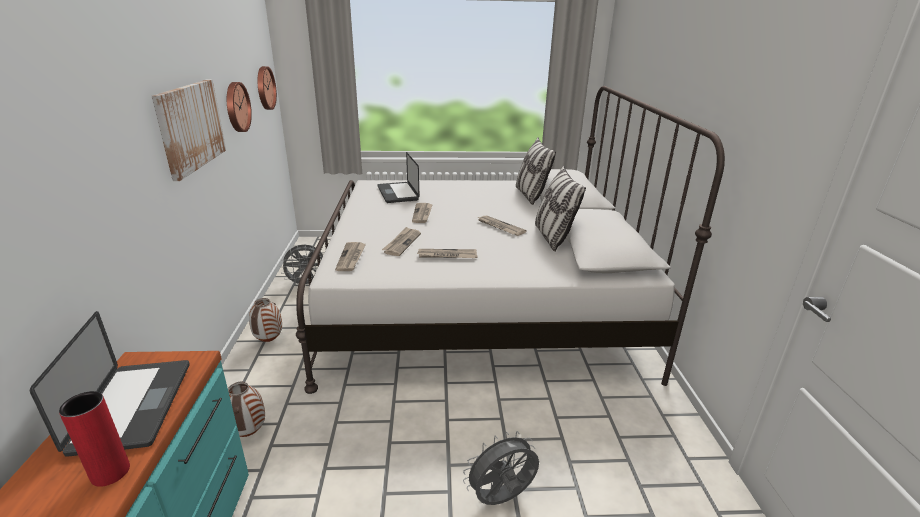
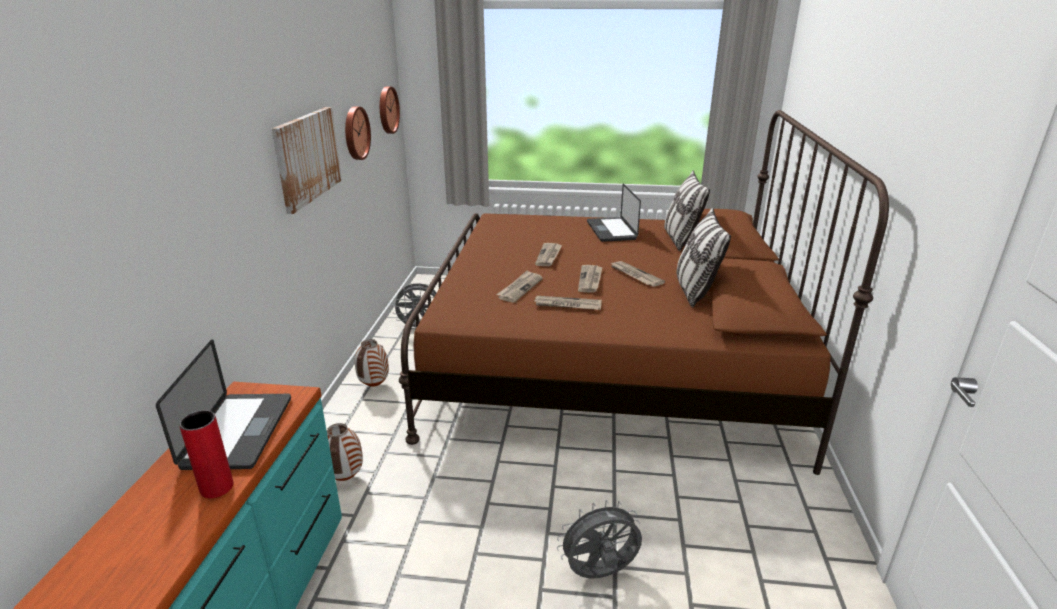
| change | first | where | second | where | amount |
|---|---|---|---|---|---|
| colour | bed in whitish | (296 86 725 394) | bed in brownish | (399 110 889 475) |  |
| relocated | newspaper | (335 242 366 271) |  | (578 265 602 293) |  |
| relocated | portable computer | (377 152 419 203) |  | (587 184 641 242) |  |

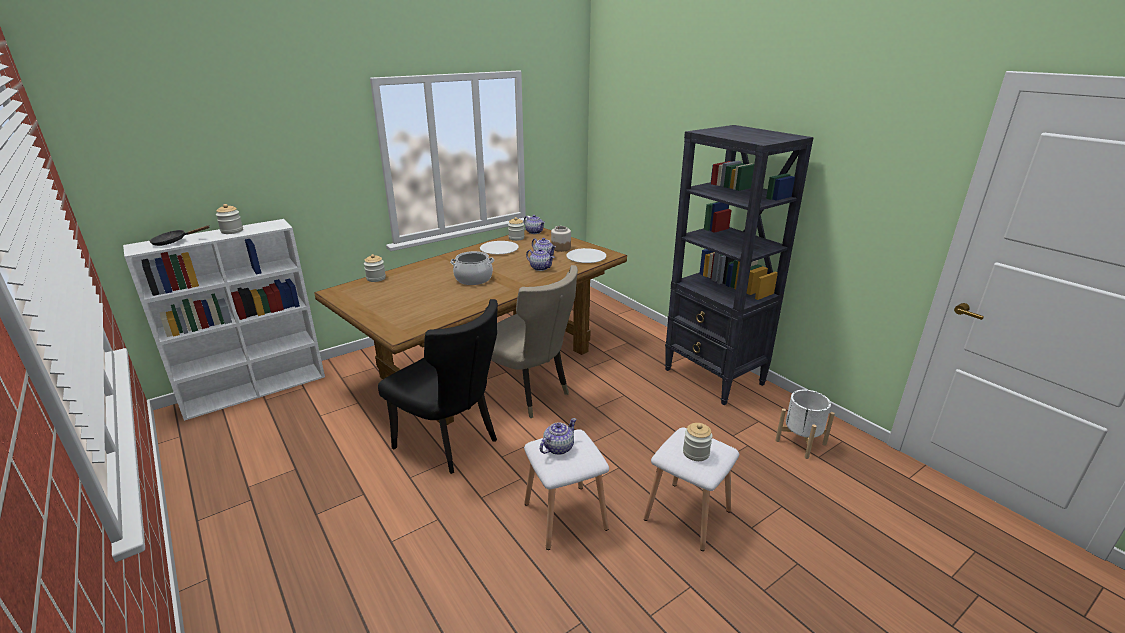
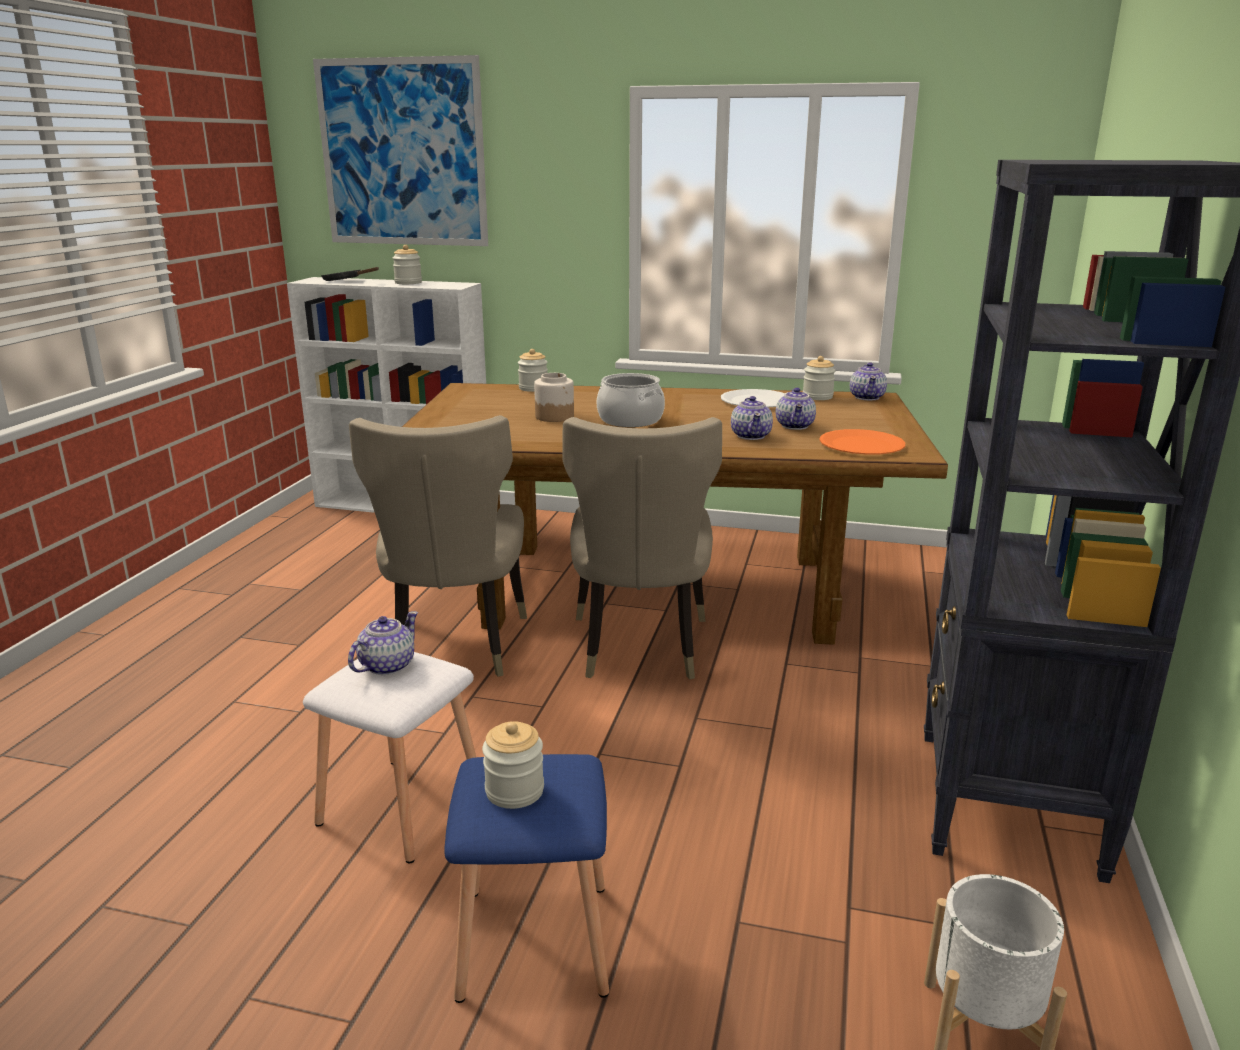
| change | first | where | second | where | amount |
|---|---|---|---|---|---|
| appeared |  |  | wall art | (313 55 488 246) |  |
| spun | pot for tea | (540 418 576 455) |  | (348 611 418 675) | 60 degrees counterclockwise |
| colour | chair in black-coloured | (378 299 498 474) | chair in beige | (349 415 527 677) |  |
| colour | sitting stool in whitish | (644 428 739 551) | sitting stool in blue-coloured | (444 754 609 1003) |  |
| relocated | jar | (551 226 571 252) |  | (534 373 574 422) |  |
| colour | dinner plate in whitish | (566 248 606 263) | dinner plate in orange | (819 429 905 455) |  |

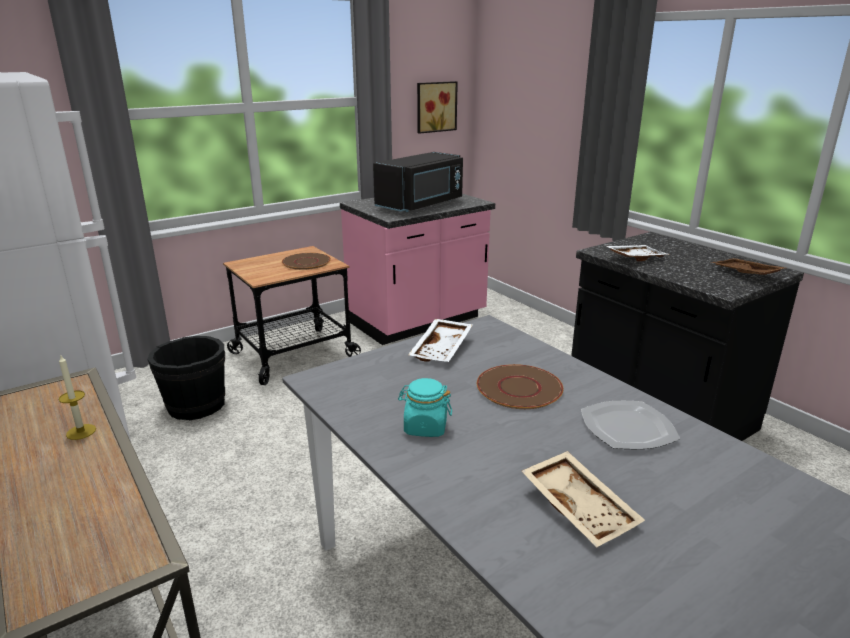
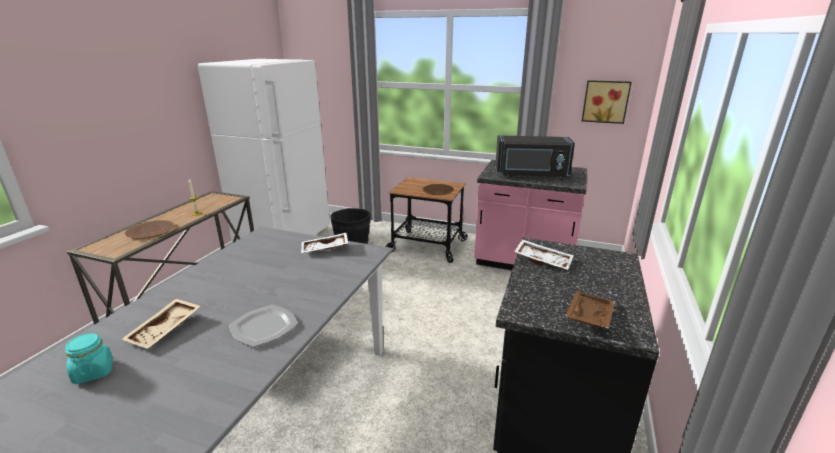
| change | first | where | second | where | amount |
|---|---|---|---|---|---|
| relocated | jar in turquoise-coloured | (398 378 452 437) |  | (65 333 113 384) |  |
| relocated | dinner plate in brownish | (477 364 563 409) |  | (124 220 174 239) |  |

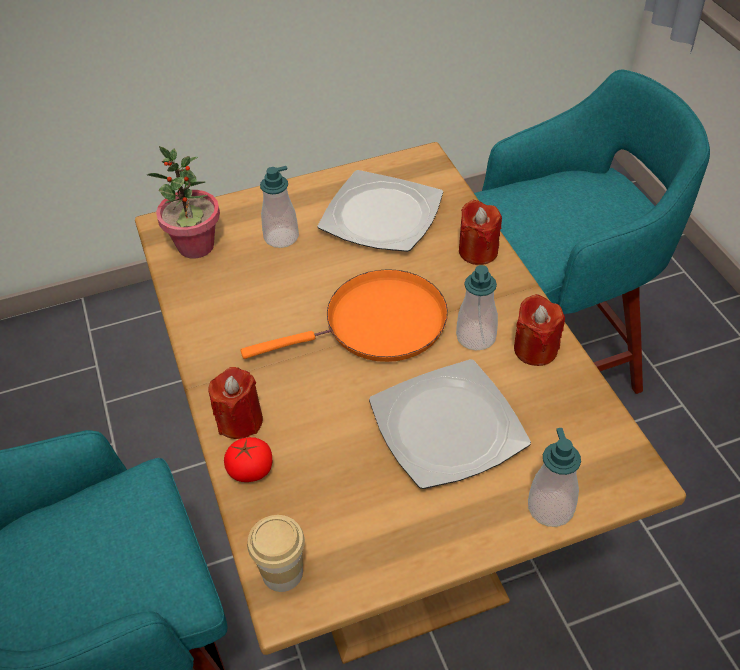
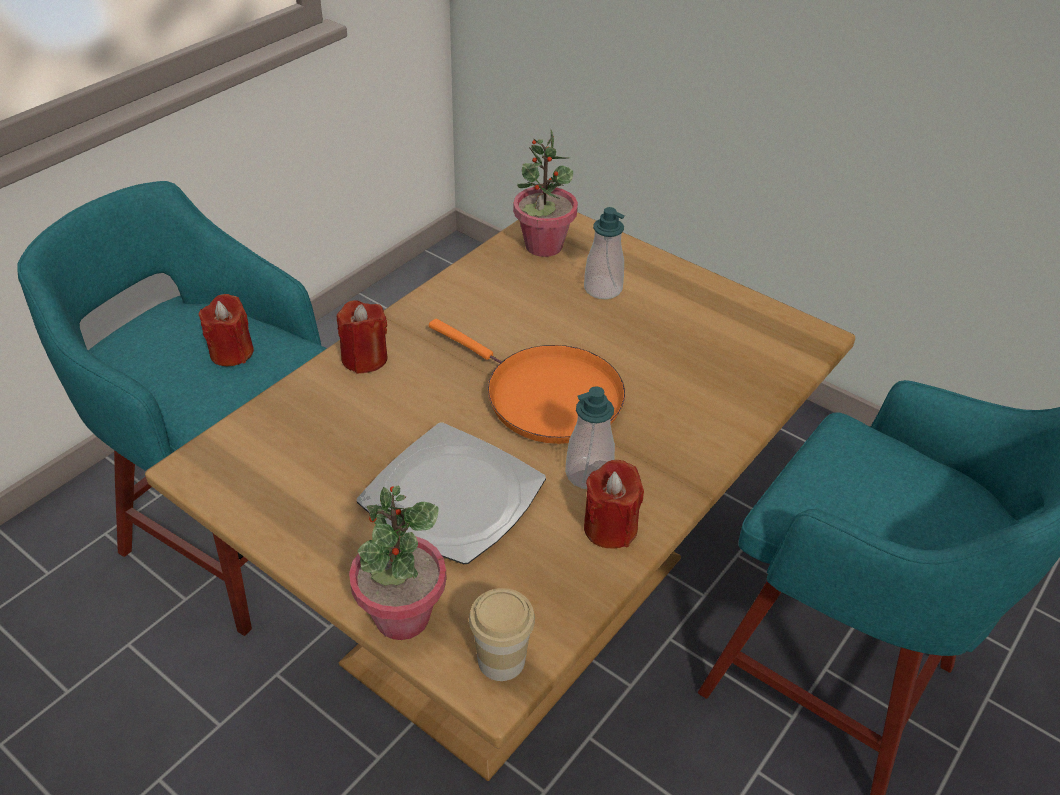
| change | first | where | second | where | amount |
|---|---|---|---|---|---|
| relocated | candle in red-coloured | (459 200 502 265) |  | (199 294 254 366) |  |
| exchanged | soap dispenser | (528 428 581 527) | potted plant | (349 486 447 640) |  |
| relocated | drinking cup | (247 515 305 592) |  | (469 588 535 681) |  |
| missing | whole tomato | (224 437 272 482) |  |  |  |
| missing | dinner plate | (318 170 443 252) |  |  |  |

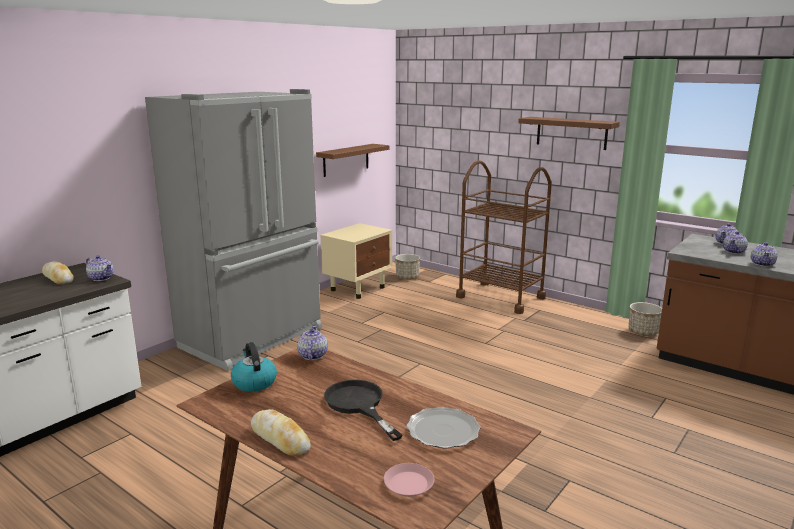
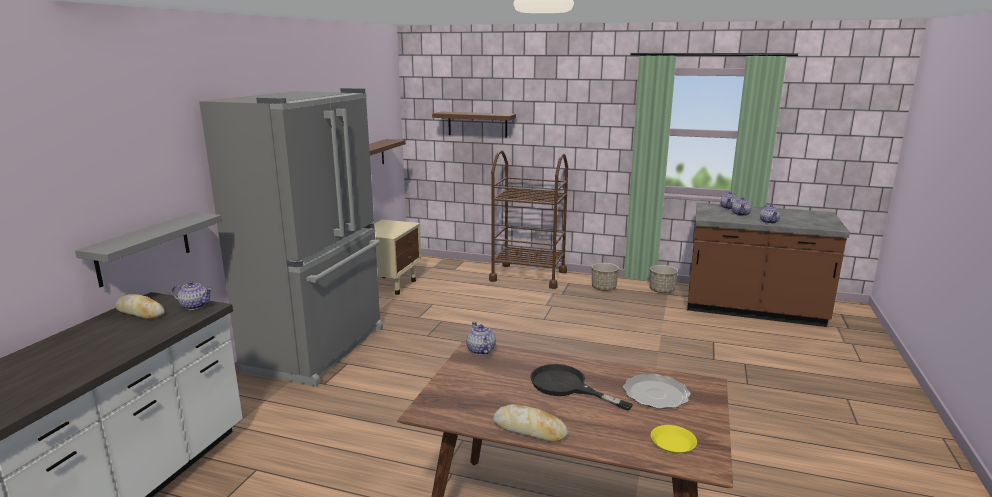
| change | first | where | second | where | amount |
|---|---|---|---|---|---|
| appeared |  |  | wall shelf in gray | (75 212 222 287) |  |
| relocated | wall shelf in brownish | (518 117 620 150) |  | (432 111 516 138) |  |
| relocated | plant pot | (395 254 420 280) |  | (592 263 619 291) |  |
| colour | dinner plate in pink-coloured | (384 463 434 497) | dinner plate in yellow | (651 425 697 454) |  |
| missing | kettle | (231 342 277 392) |  |  |  |

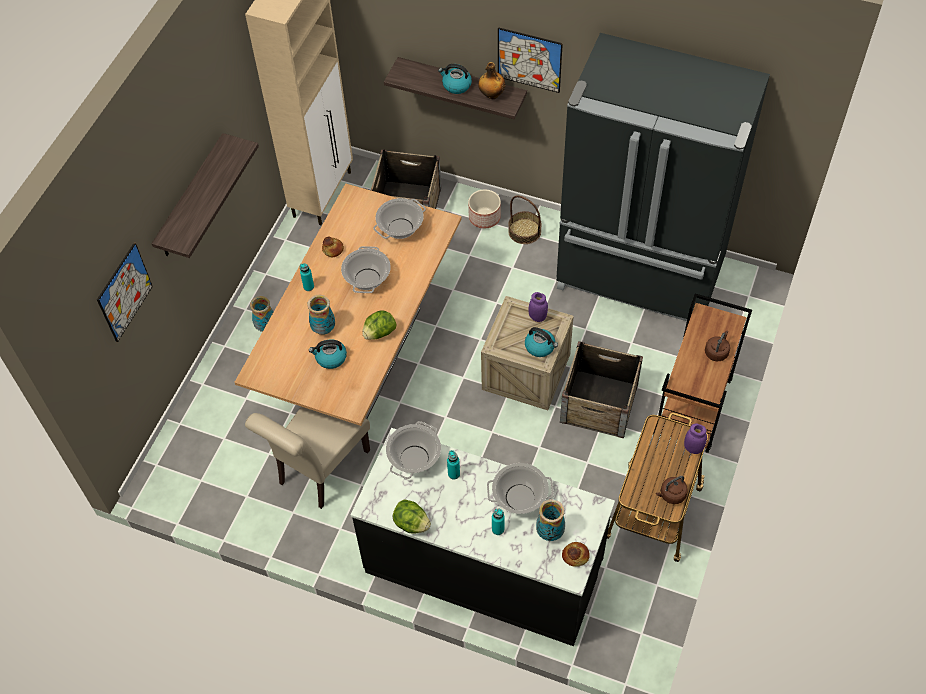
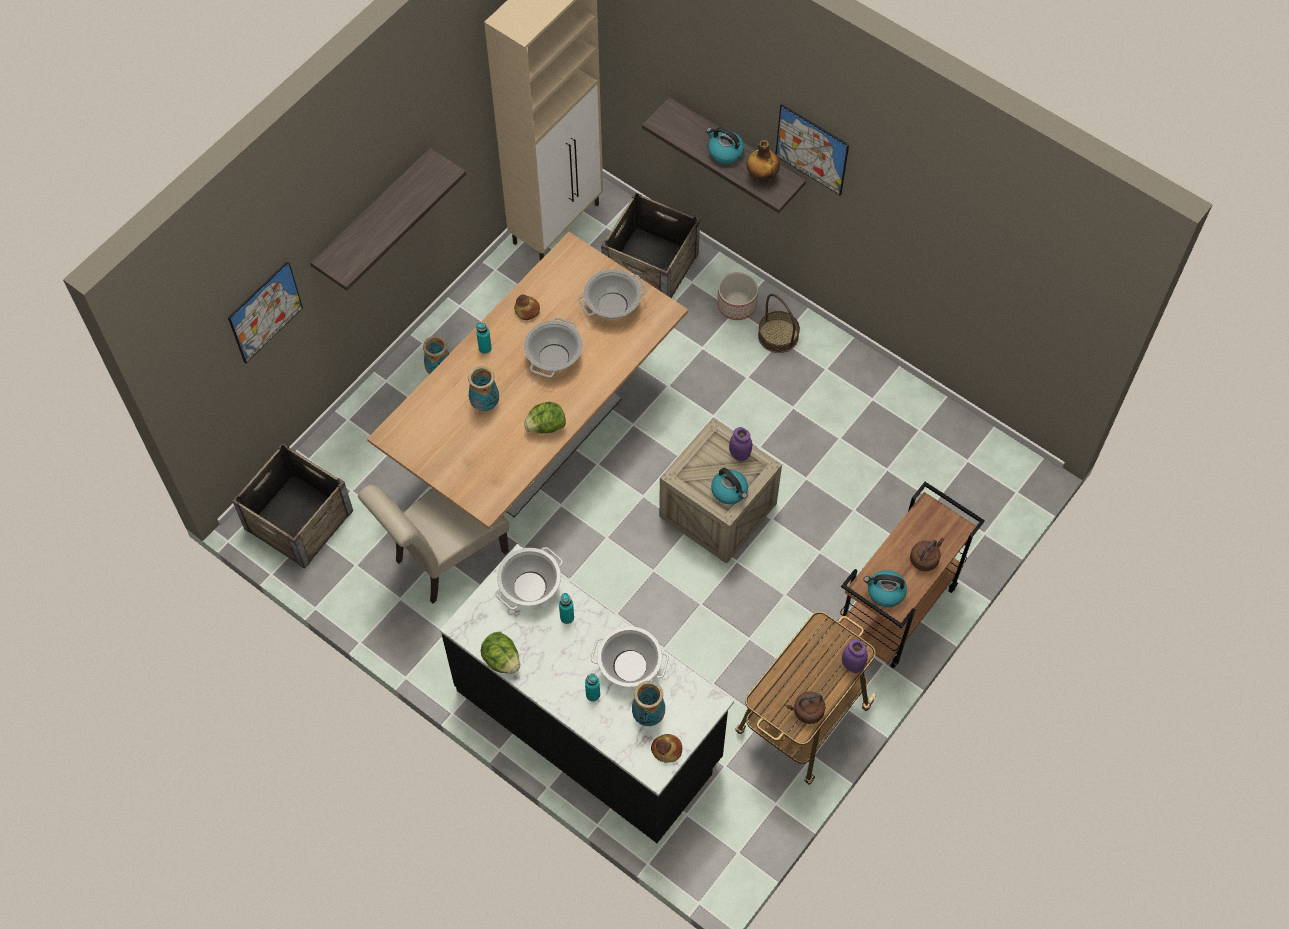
| change | first | where | second | where | amount |
|---|---|---|---|---|---|
| relocated | packing crate | (560 341 643 438) |  | (232 443 353 568) |  |
| relocated | kettle | (309 339 347 369) |  | (864 570 907 607) |  |
| missing | kitchen fridge in black-coloured | (556 33 770 321) |  |  |  |

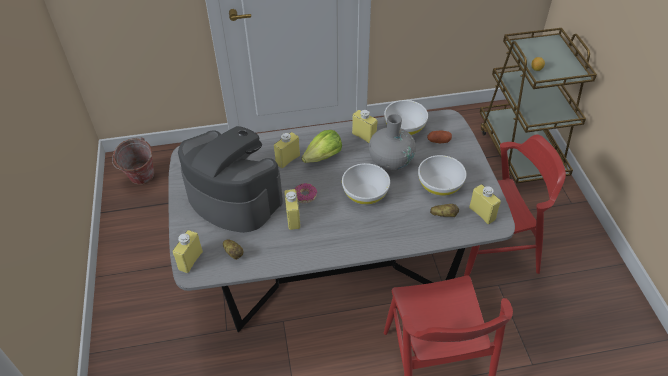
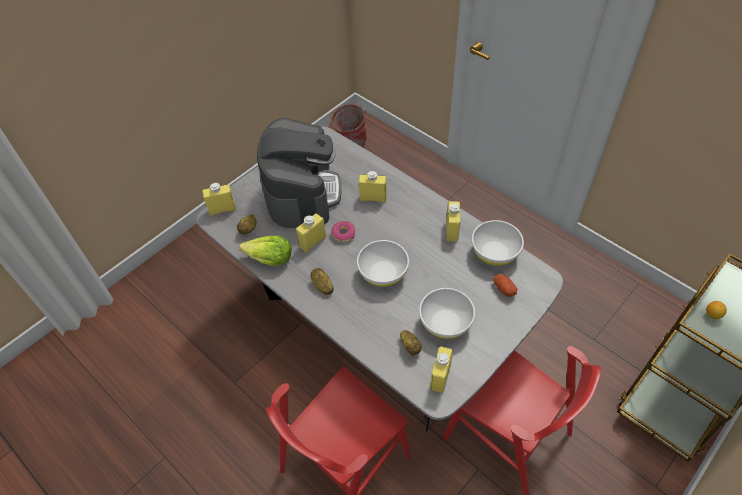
| change | first | where | second | where | amount |
|---|---|---|---|---|---|
| relocated | head of lettuce | (301 130 342 163) |  | (239 236 292 266) |  |
| appeared |  |  | potato | (310 268 334 295) |  |
| missing | flower vase in gray | (369 114 416 171) |  |  |  |

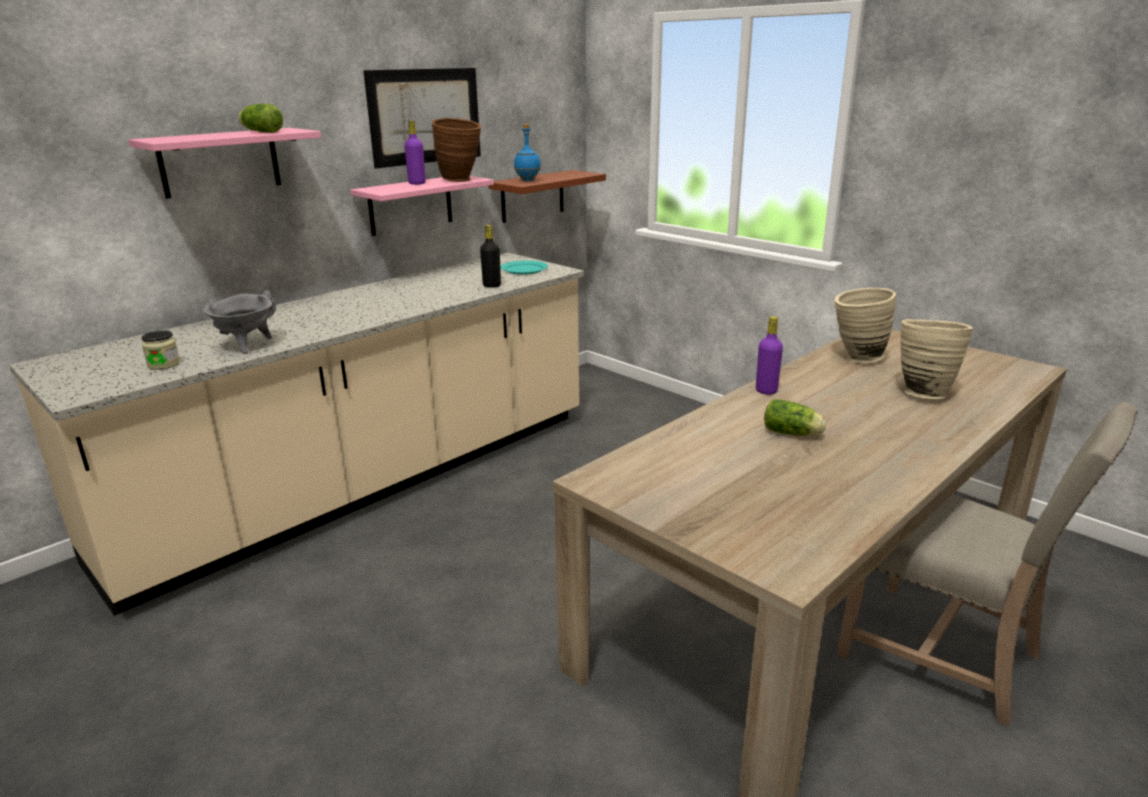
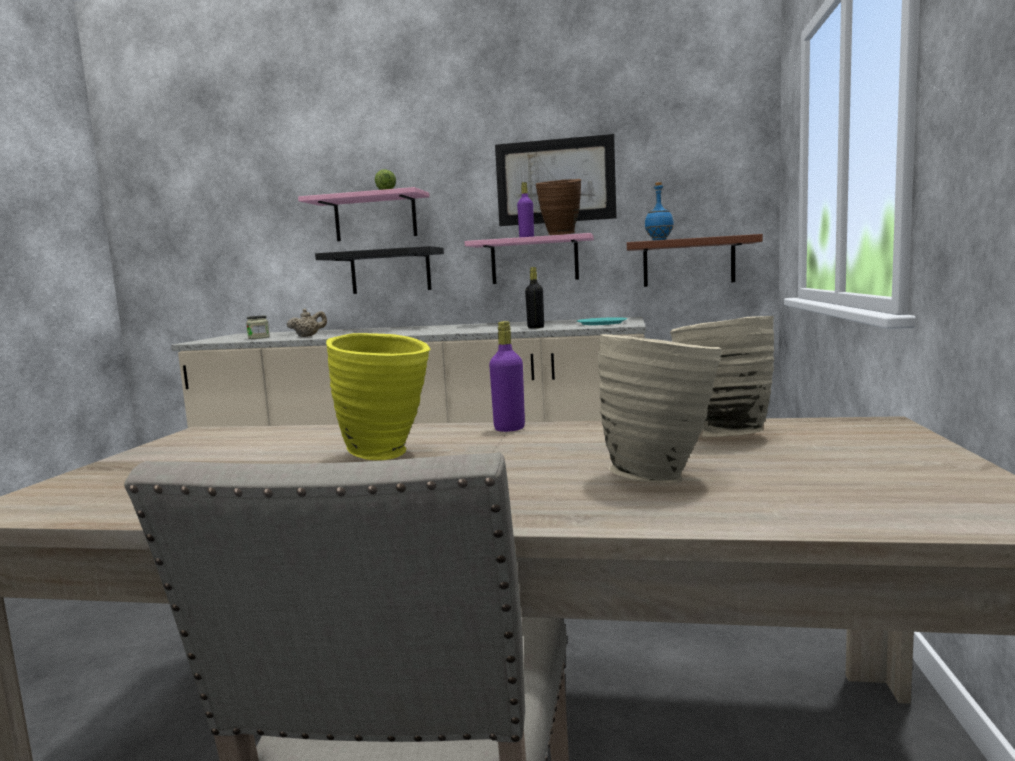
| change | first | where | second | where | amount |
|---|---|---|---|---|---|
| exchanged | stockpot in gray | (204 290 276 354) | pot for tea in beige | (287 308 327 337) |  |
| appeared |  |  | wall shelf in black-coloured | (315 246 444 294) |  |
| exchanged | head of lettuce | (764 399 826 436) | flower vase in yellow | (326 333 430 460) |  |

